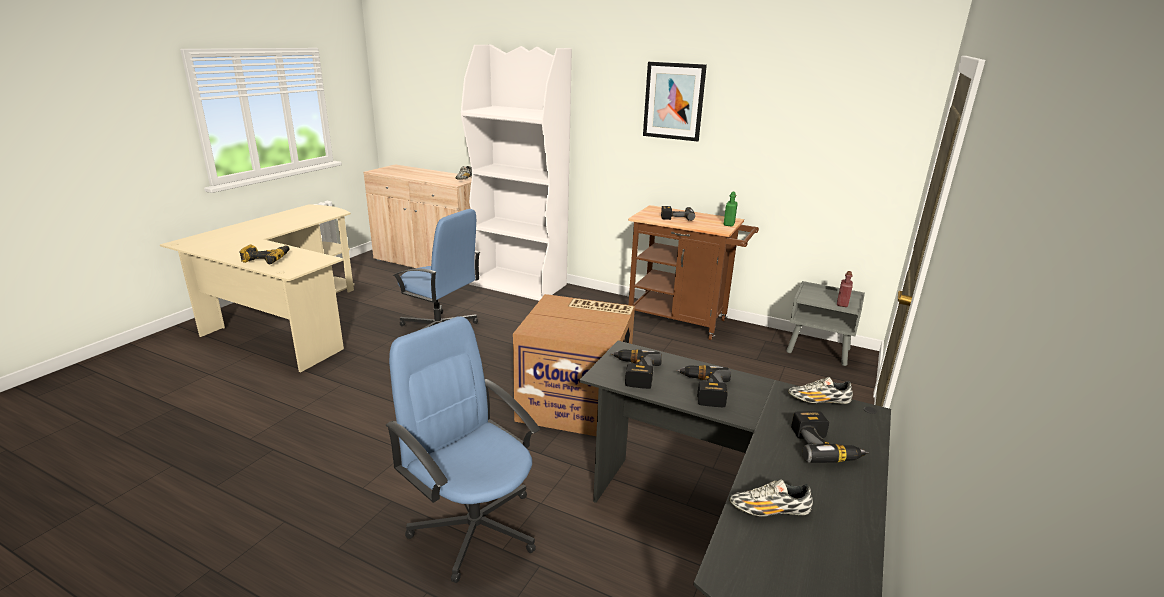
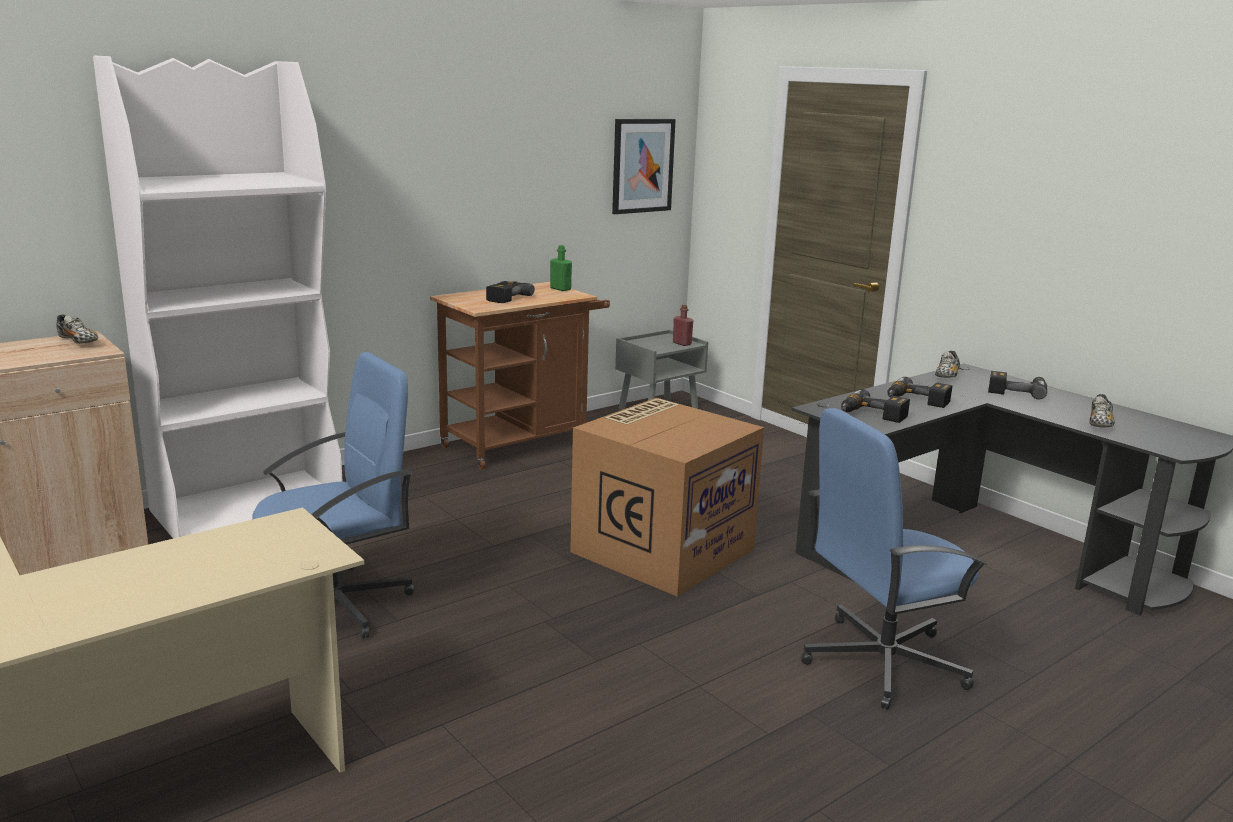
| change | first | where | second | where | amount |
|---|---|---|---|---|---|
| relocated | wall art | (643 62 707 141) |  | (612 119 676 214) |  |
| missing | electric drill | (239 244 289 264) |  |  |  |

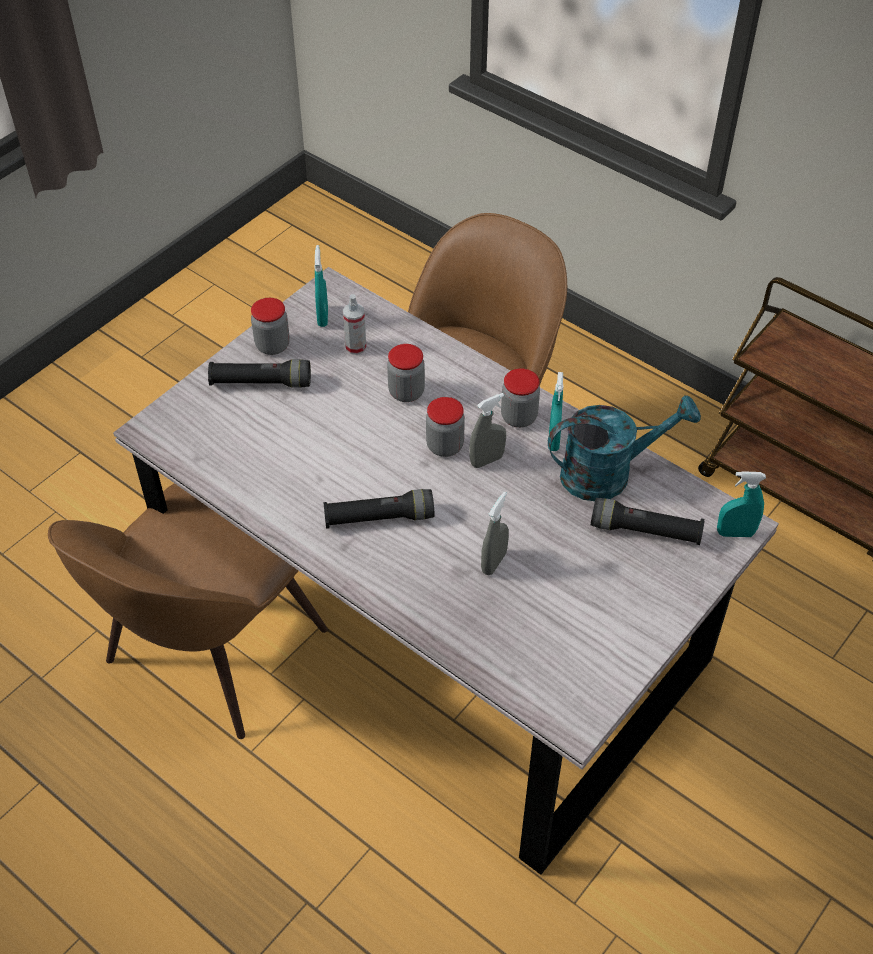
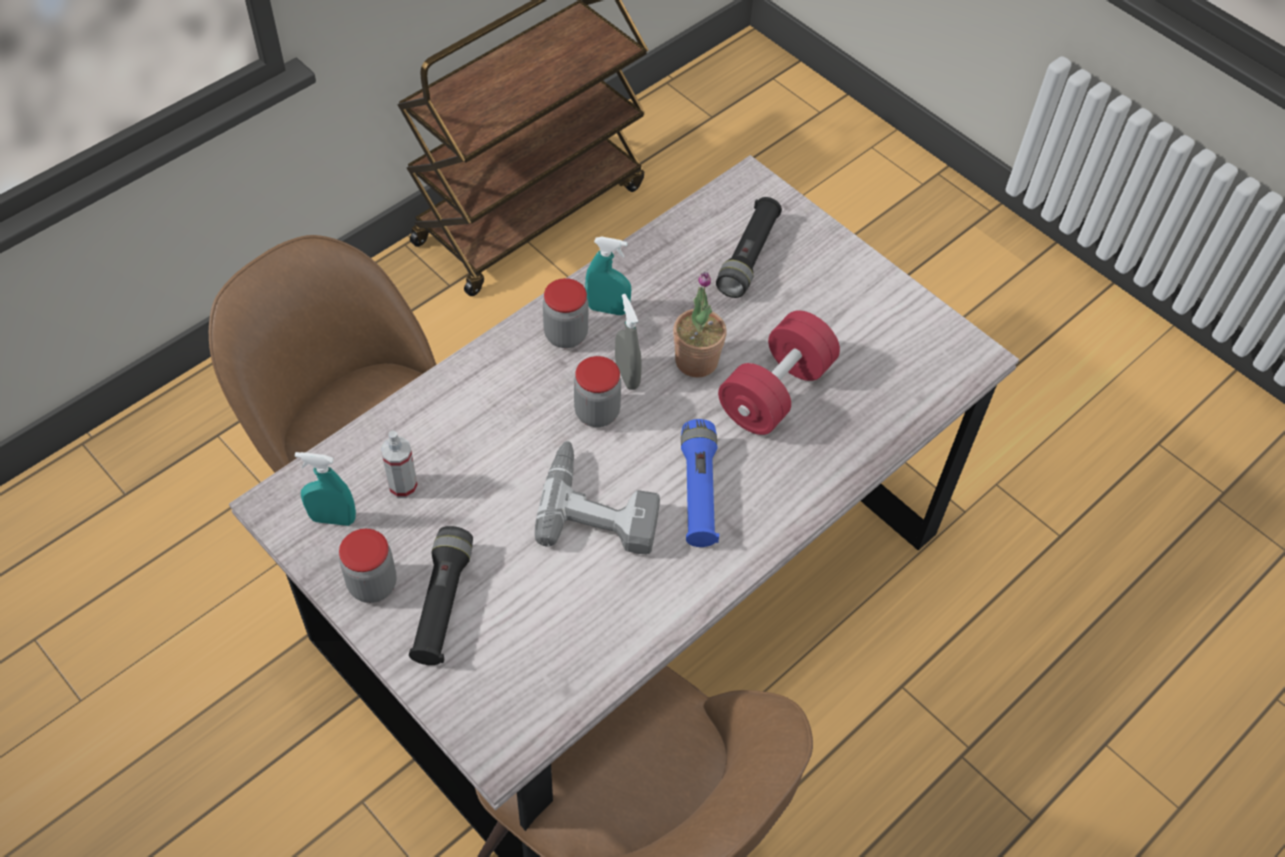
| change | first | where | second | where | amount |
|---|---|---|---|---|---|
| appeared |  |  | electric drill | (535 441 660 554) |  |
| appeared |  |  | potted plant | (673 272 727 377) |  |
| colour | hand torch in black-coloured | (323 489 434 529) | hand torch in blue-coloured | (681 419 719 547) |  |
| exchanged | spray bottle in gray | (481 492 509 575) | hand weight in red-coloured | (718 311 840 435) |  |
| missing | jar | (387 344 425 402) |  |  |  |
| missing | watering pot in turquoise-coloured | (548 395 701 501) |  |  |  |
| missing | spray bottle in turquoise-coloured | (717 471 766 537) |  |  |  |

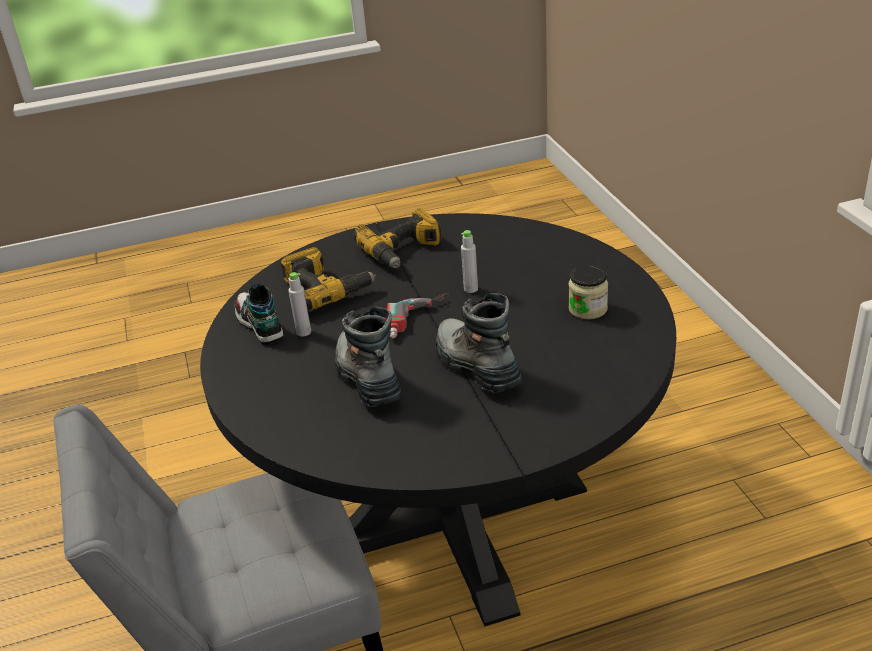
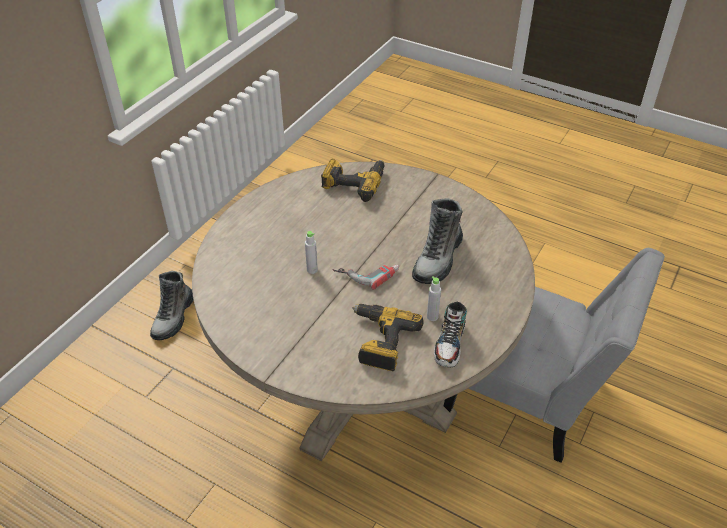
| change | first | where | second | where | amount |
|---|---|---|---|---|---|
| relocated | high-top boot | (436 293 522 393) |  | (150 271 194 340) |  |
| colour | dining table in black-coloured | (200 213 676 626) | dining table in beige | (192 162 535 461) |  |
| relocated | electric drill | (354 208 442 268) |  | (321 159 384 202) |  |
| missing | jar | (568 266 608 319) |  |  |  |

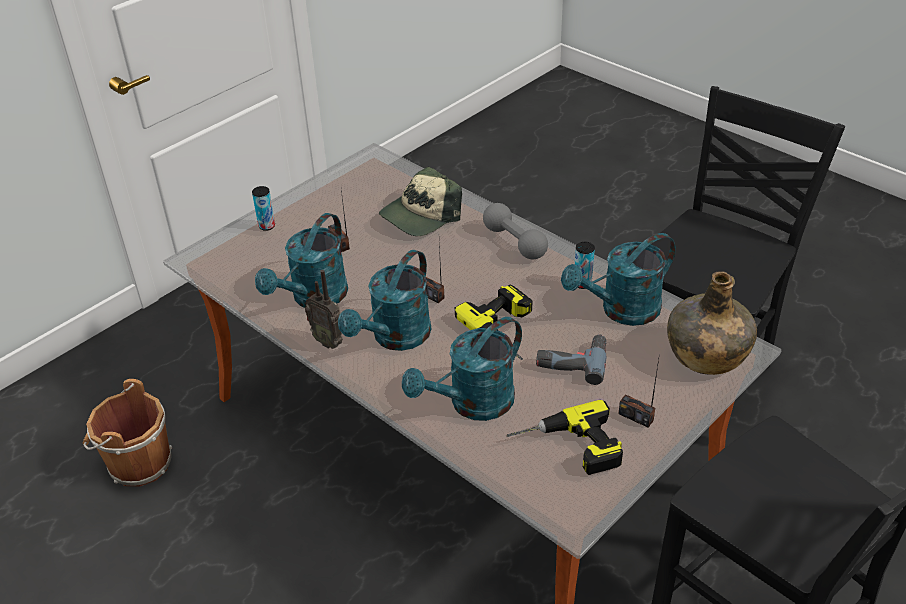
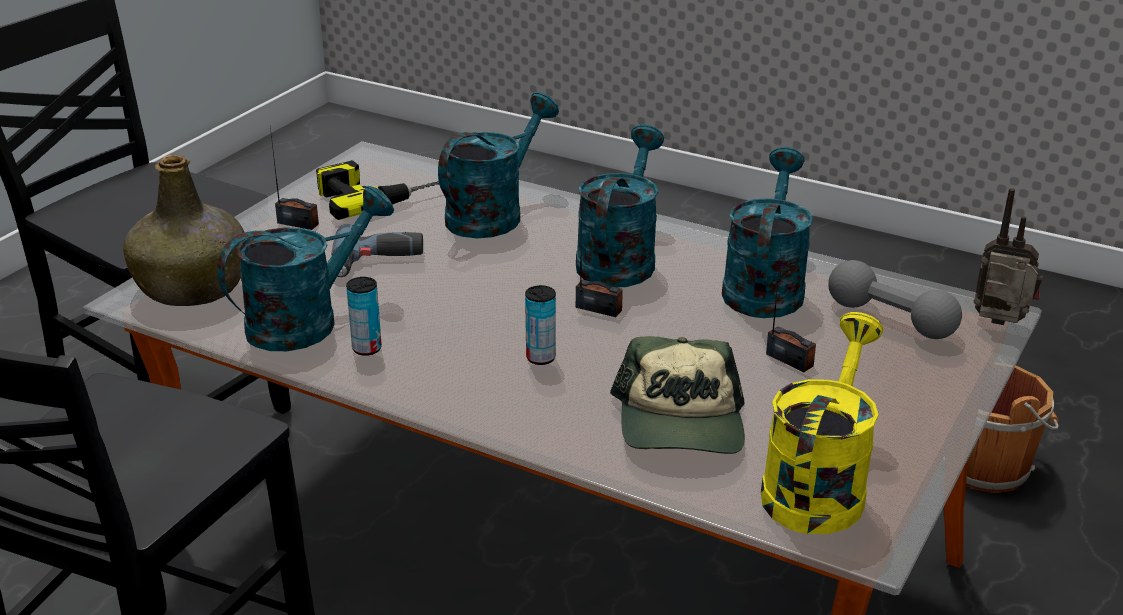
| change | first | where | second | where | amount |
|---|---|---|---|---|---|
| relocated | metal can | (252 186 275 231) |  | (525 285 556 365) |  |
| spun | peaked cap | (379 167 462 236) |  | (610 336 745 454) | 150 degrees clockwise |
| appeared |  |  | watering pot in yellow | (761 312 884 534) |  |
| relocated | hand weight in gray | (483 203 548 260) |  | (828 260 962 339) |  |
| relocated | radio receiver | (305 270 343 349) |  | (974 188 1043 325) |  |
| missing | electric drill | (455 285 533 360) |  |  |  |

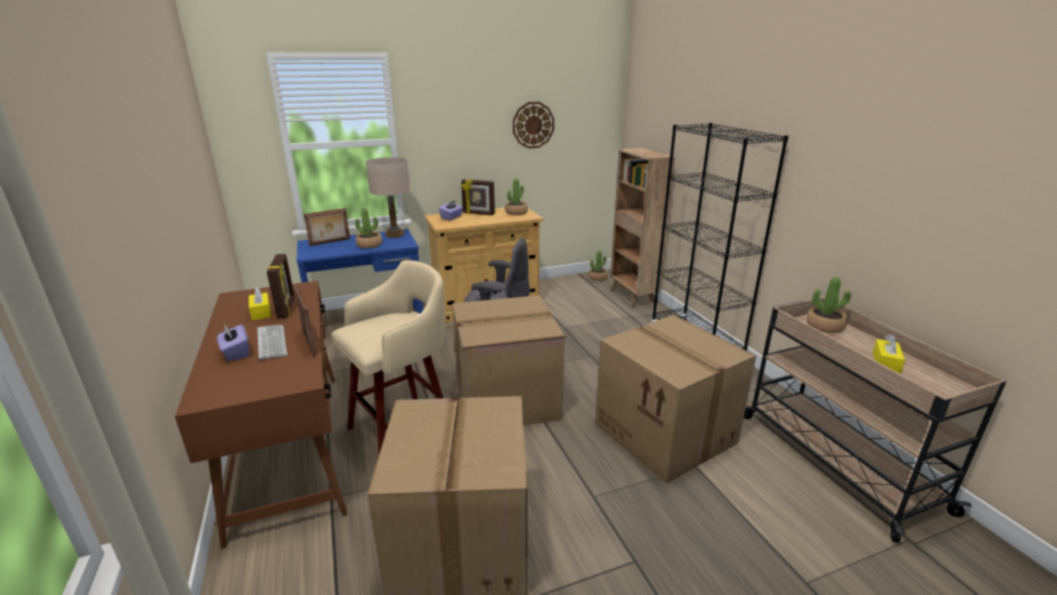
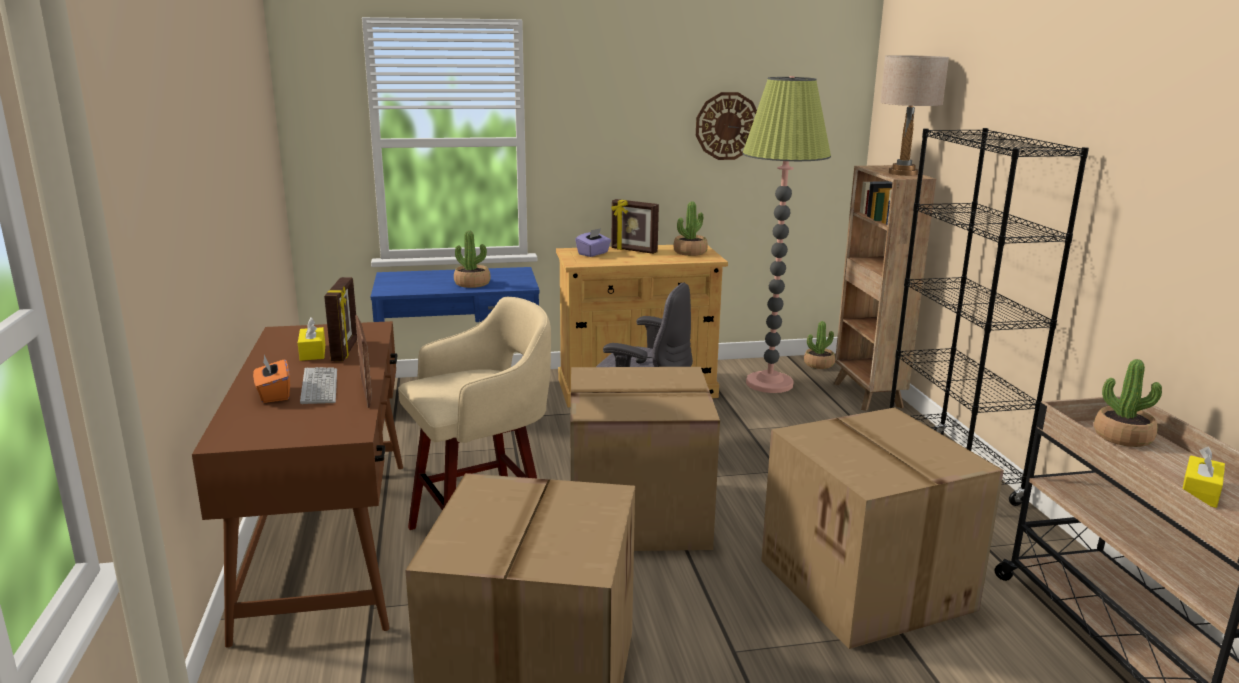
| change | first | where | second | where | amount |
|---|---|---|---|---|---|
| colour | tissue box in purple | (217 324 249 361) | tissue box in orange | (253 355 290 403) |  |
| appeared |  |  | floor lamp | (742 76 831 393) |  |
| relocated | table lamp in beige | (366 157 410 238) |  | (880 55 949 176) |  |
| missing | photo frame | (304 208 350 246) |  |  |  |

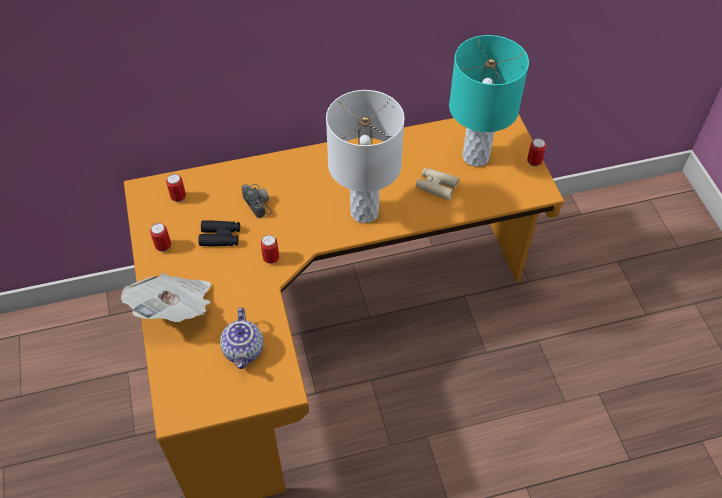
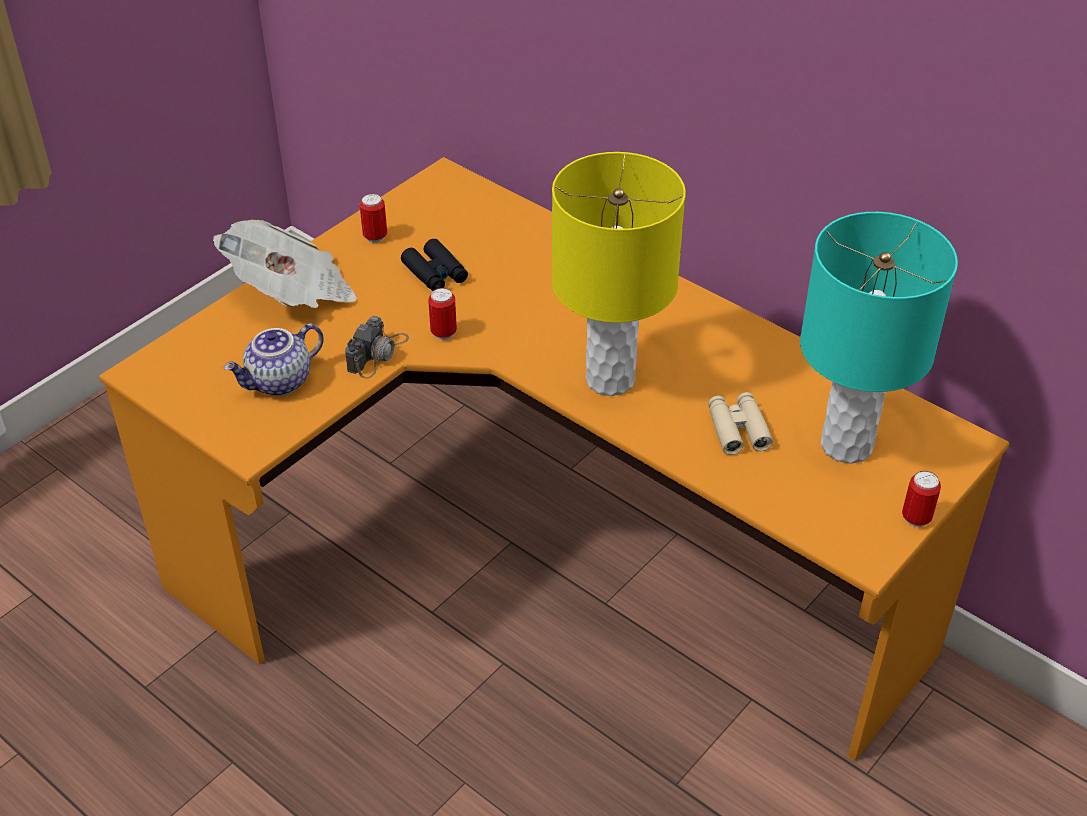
| change | first | where | second | where | amount |
|---|---|---|---|---|---|
| relocated | photo camera | (242 184 272 218) |  | (345 316 409 379) |  |
| colour | table lamp in whitish | (326 90 405 223) | table lamp in yellow | (552 152 686 396) |  |
| missing | metal can | (166 174 186 202) |  |  |  |

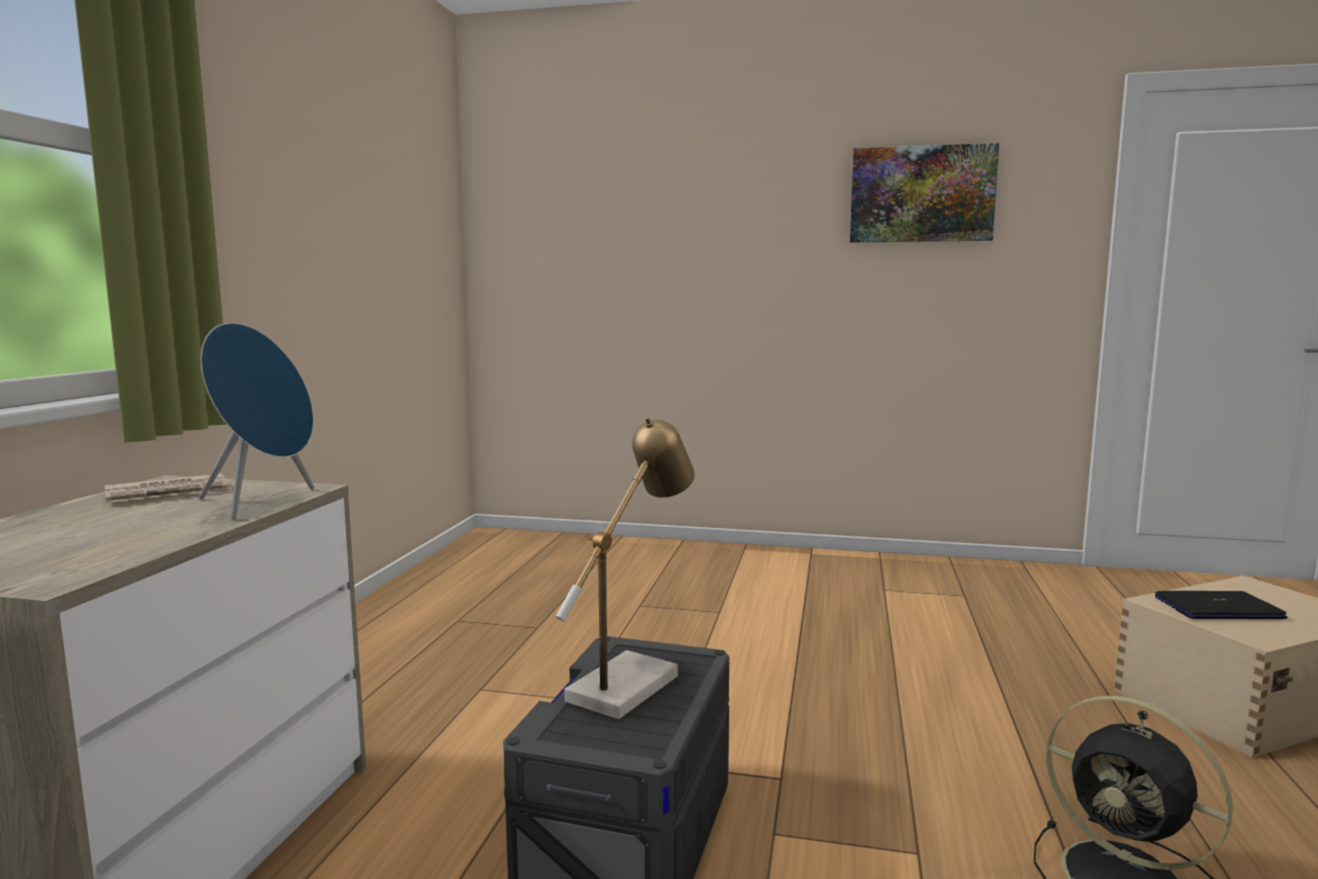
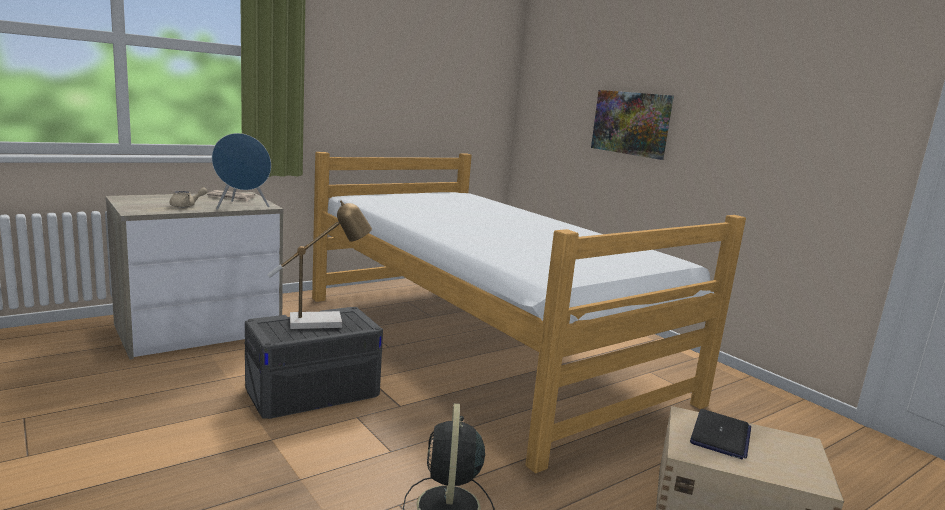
| change | first | where | second | where | amount |
|---|---|---|---|---|---|
| appeared |  |  | pot for tea in beige | (169 187 208 207) |  |
| appeared |  |  | bed | (312 152 746 474) |  |
| relocated | wall art | (850 143 999 243) |  | (591 90 674 160) |  |
| spun | portable computer | (1155 591 1288 619) |  | (690 409 751 460) | 75 degrees clockwise |

